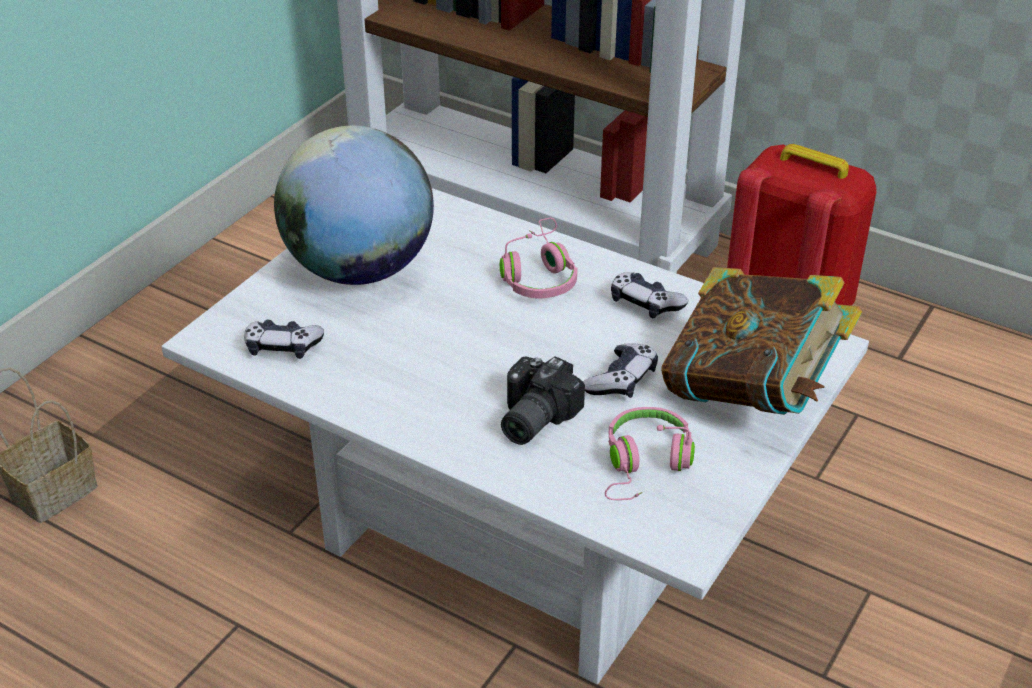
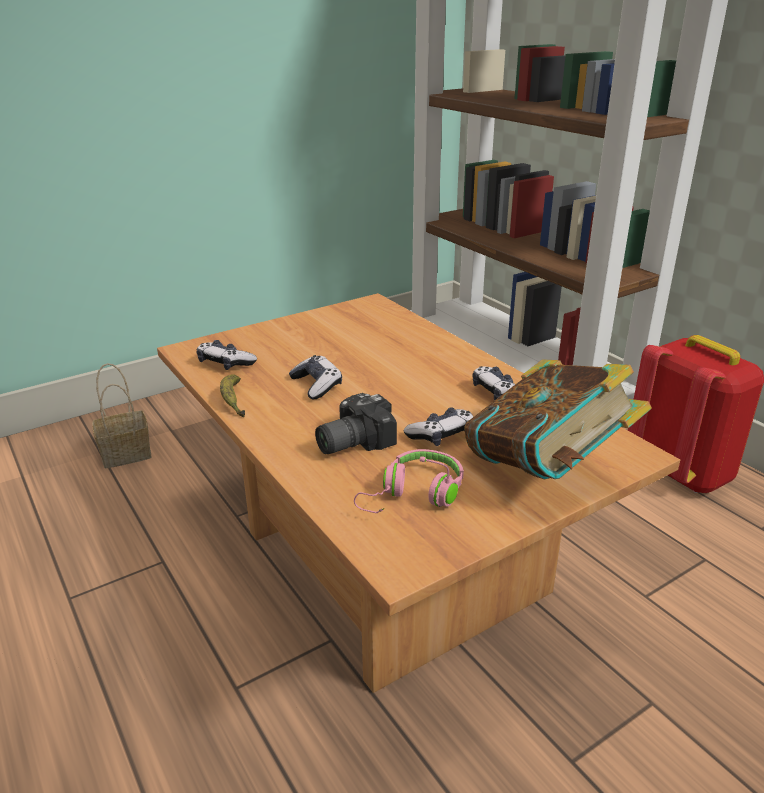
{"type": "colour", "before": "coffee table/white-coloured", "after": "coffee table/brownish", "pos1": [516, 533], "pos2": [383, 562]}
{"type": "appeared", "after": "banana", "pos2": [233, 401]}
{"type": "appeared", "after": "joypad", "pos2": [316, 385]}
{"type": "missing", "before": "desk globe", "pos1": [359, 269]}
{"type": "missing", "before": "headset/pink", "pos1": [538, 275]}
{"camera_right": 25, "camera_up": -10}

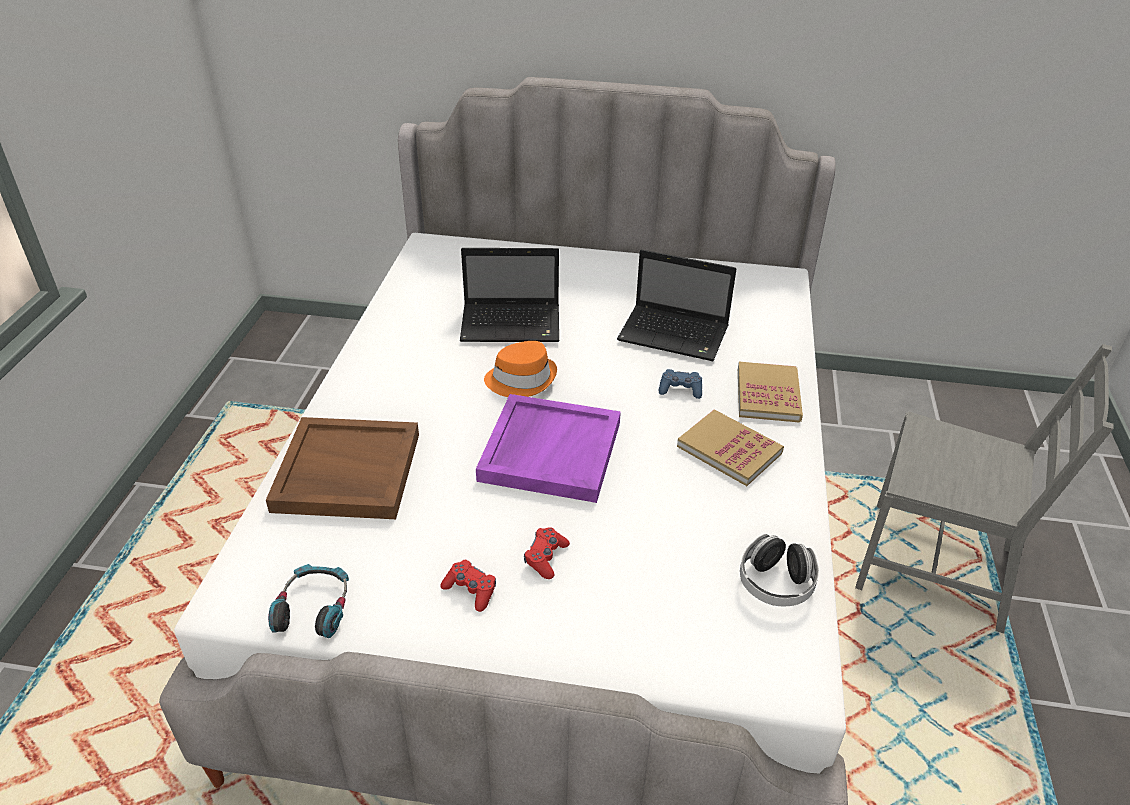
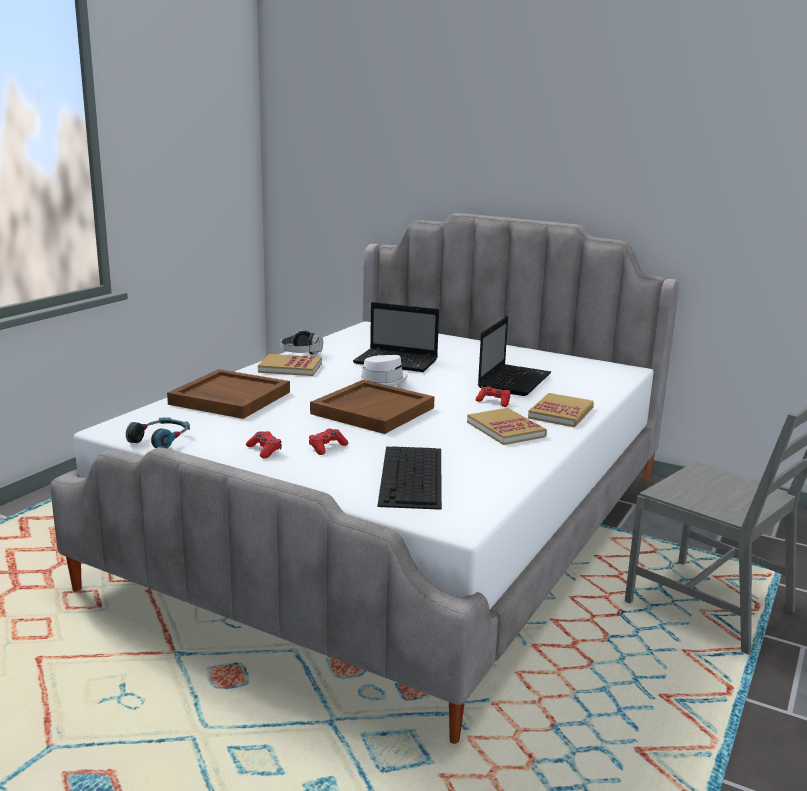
{"type": "appeared", "after": "book", "pos2": [290, 368]}
{"type": "relocated", "before": "headset", "pos1": [775, 584], "pos2": [301, 354]}
{"type": "colour", "before": "carrying tray/purplish", "after": "carrying tray/brownish", "pos1": [549, 450], "pos2": [372, 410]}
{"type": "colour", "before": "hat/orangey", "after": "hat/white-coloured", "pos1": [521, 379], "pos2": [381, 382]}
{"type": "appeared", "after": "PC keyboard", "pos2": [412, 477]}
{"type": "colour", "before": "joypad/bluish", "after": "joypad/red", "pos1": [680, 390], "pos2": [494, 402]}
{"type": "spun", "before": "notebook computer", "pos1": [675, 335], "pos2": [514, 381], "turn": -105}
{"camera_right": 20, "camera_up": -20}

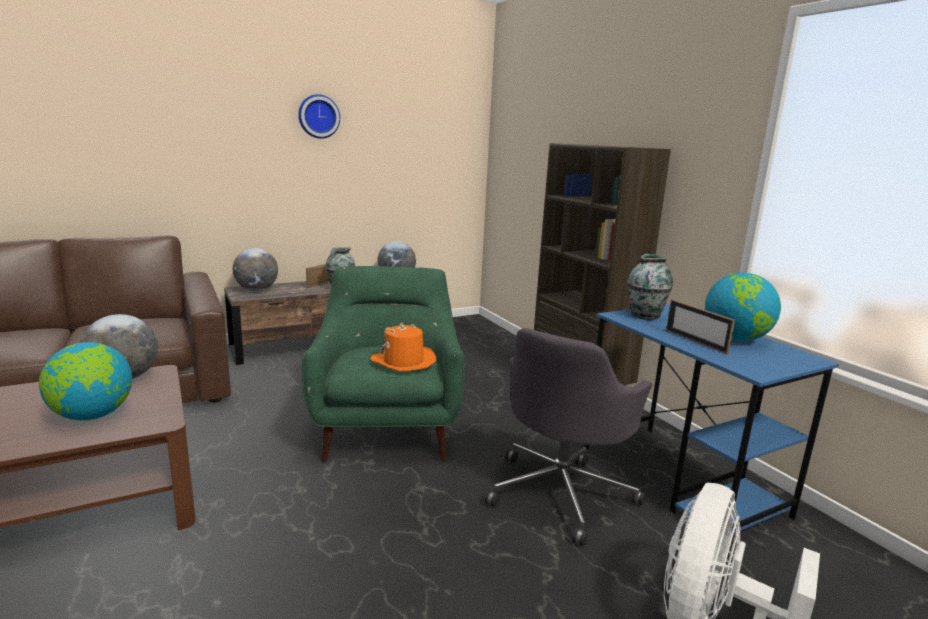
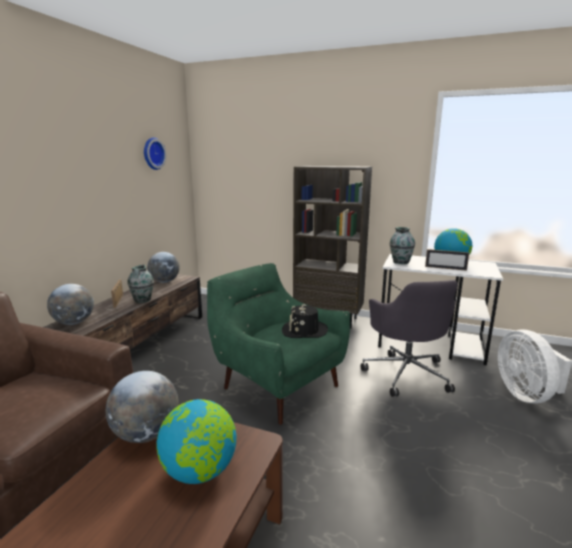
{"type": "relocated", "before": "clock on the wall", "pos1": [318, 116], "pos2": [152, 153]}
{"type": "colour", "before": "hat/orangey", "after": "hat/black-coloured", "pos1": [403, 361], "pos2": [304, 331]}
{"type": "colour", "before": "desk table/bluish", "after": "desk table/white-coloured", "pos1": [681, 480], "pos2": [431, 344]}
{"camera_right": -40, "camera_up": 0}

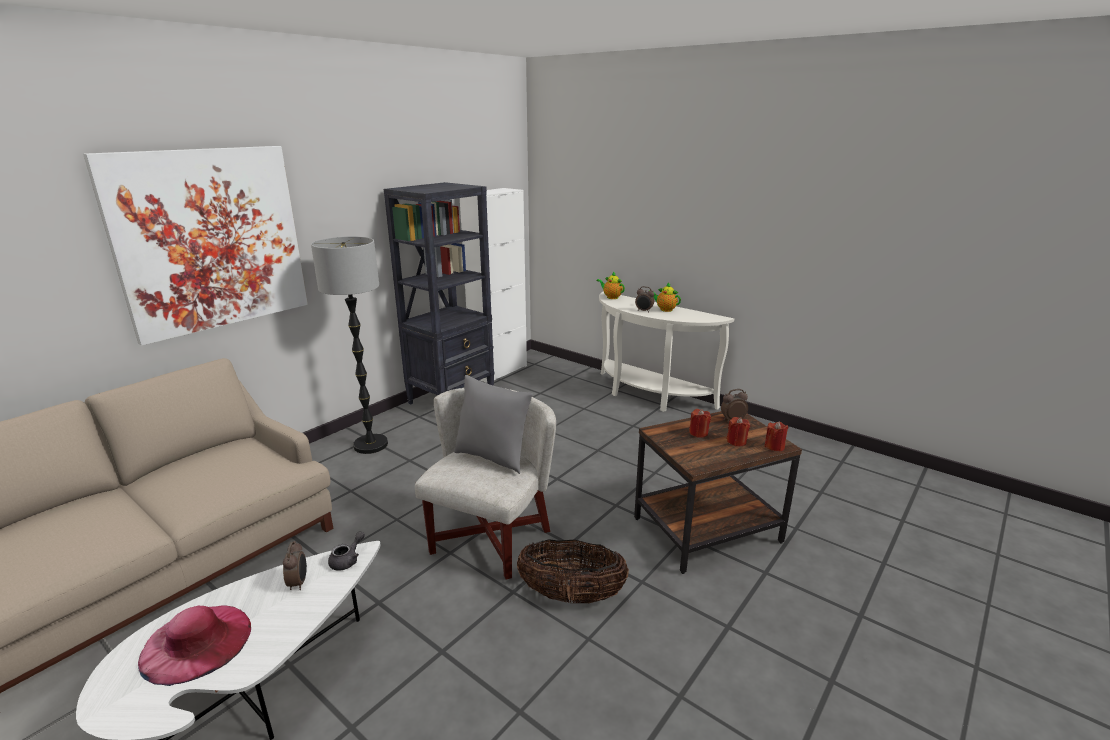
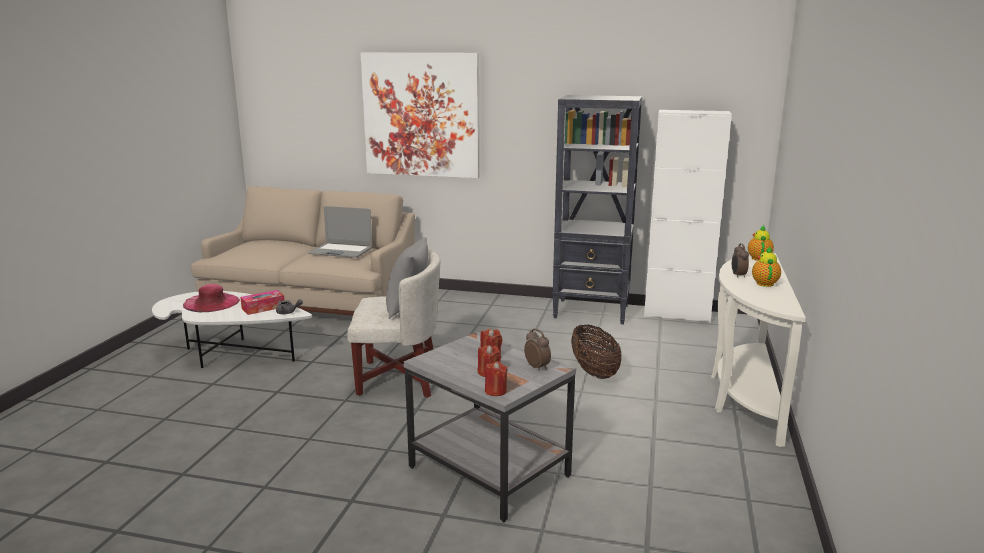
{"type": "exchanged", "before": "bedside clock", "after": "tissue holder", "pos1": [298, 583], "pos2": [263, 308]}
{"type": "appeared", "after": "notebook computer", "pos2": [341, 251]}
{"type": "colour", "before": "end table/brownish", "after": "end table/grey", "pos1": [707, 531], "pos2": [487, 472]}
{"type": "relocated", "before": "household basket", "pos1": [571, 595], "pos2": [594, 372]}
{"type": "missing", "before": "standard lamp", "pos1": [370, 445]}
{"camera_right": 65, "camera_up": -5}

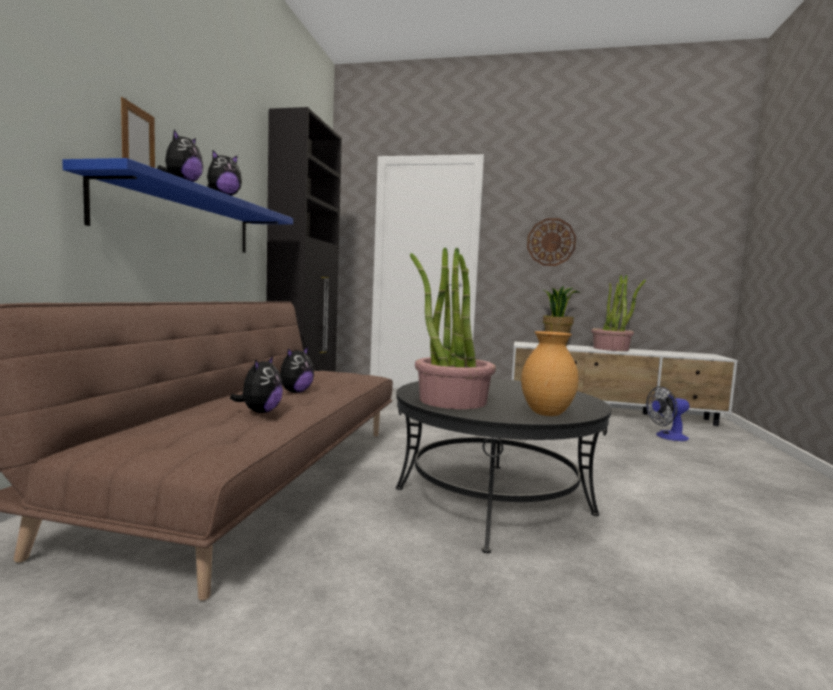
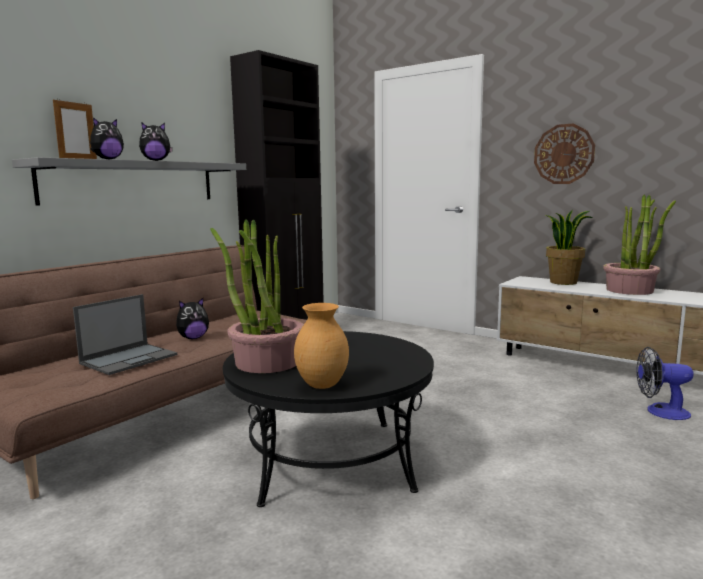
{"type": "colour", "before": "shelf/bluish", "after": "shelf/grey", "pos1": [182, 219], "pos2": [132, 182]}
{"type": "exchanged", "before": "soft toy", "after": "notebook computer", "pos1": [260, 412], "pos2": [130, 359]}
{"camera_right": 25, "camera_up": 5}

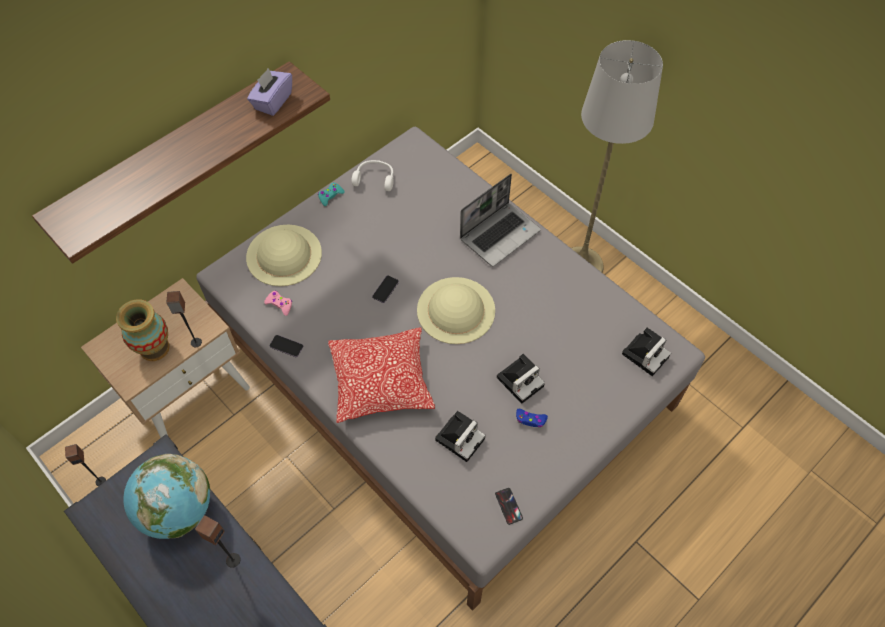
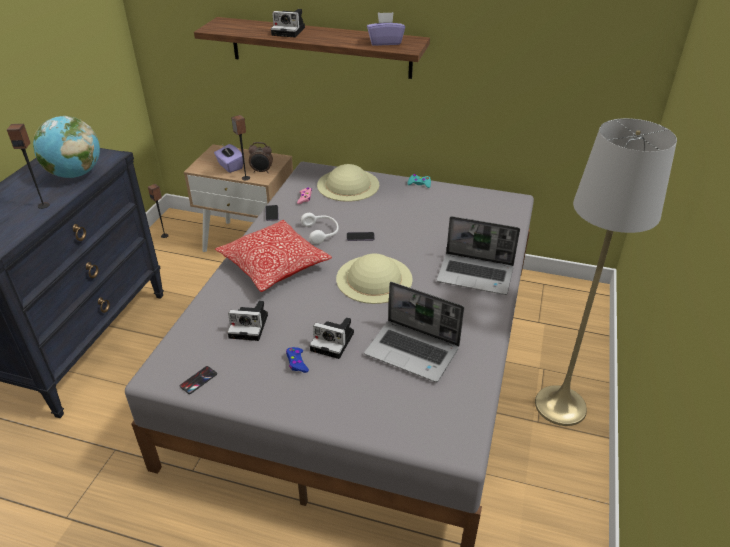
{"type": "exchanged", "before": "decorative vase", "after": "tissue holder/purplish", "pos1": [155, 348], "pos2": [230, 166]}
{"type": "appeared", "after": "bedside clock", "pos2": [262, 171]}
{"type": "relocated", "before": "still camera", "pos1": [645, 354], "pos2": [290, 31]}
{"type": "relocated", "before": "headset/white-coloured", "pos1": [375, 178], "pos2": [321, 232]}
{"type": "appeared", "after": "notebook computer", "pos2": [413, 351]}
{"camera_right": 60, "camera_up": -20}

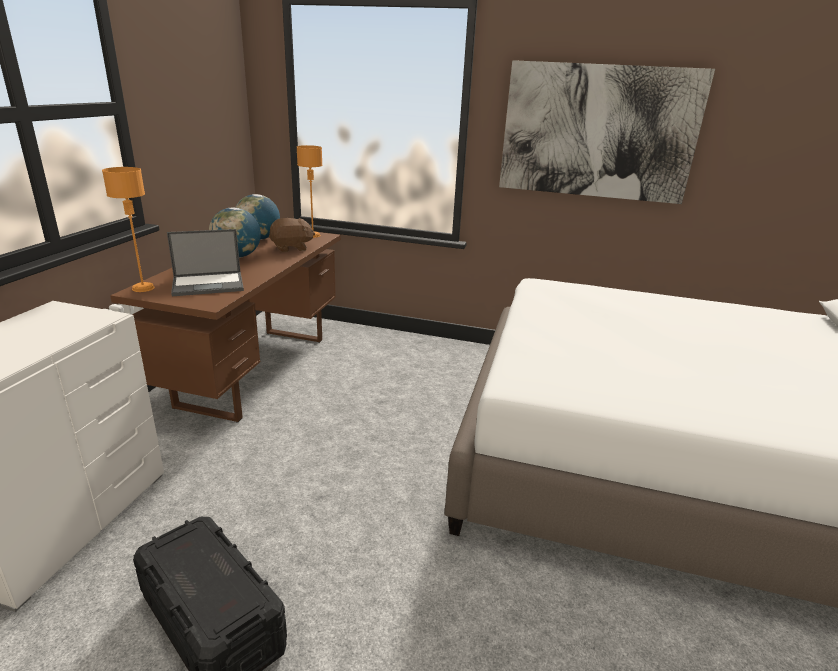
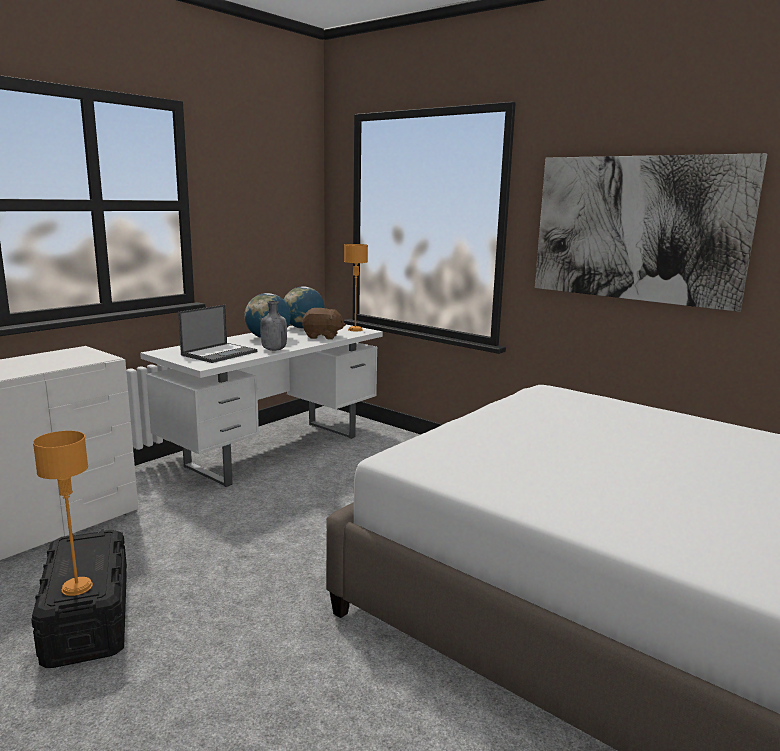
{"type": "relocated", "before": "lamp for a table/orangey", "pos1": [143, 288], "pos2": [77, 587]}
{"type": "colour", "before": "desk table/brownish", "after": "desk table/white-coloured", "pos1": [255, 369], "pos2": [275, 450]}
{"type": "spun", "before": "notebook computer", "pos1": [209, 284], "pos2": [220, 353], "turn": -60}
{"type": "appeared", "after": "drink bottle/grey", "pos2": [273, 350]}
{"camera_right": 25, "camera_up": -10}

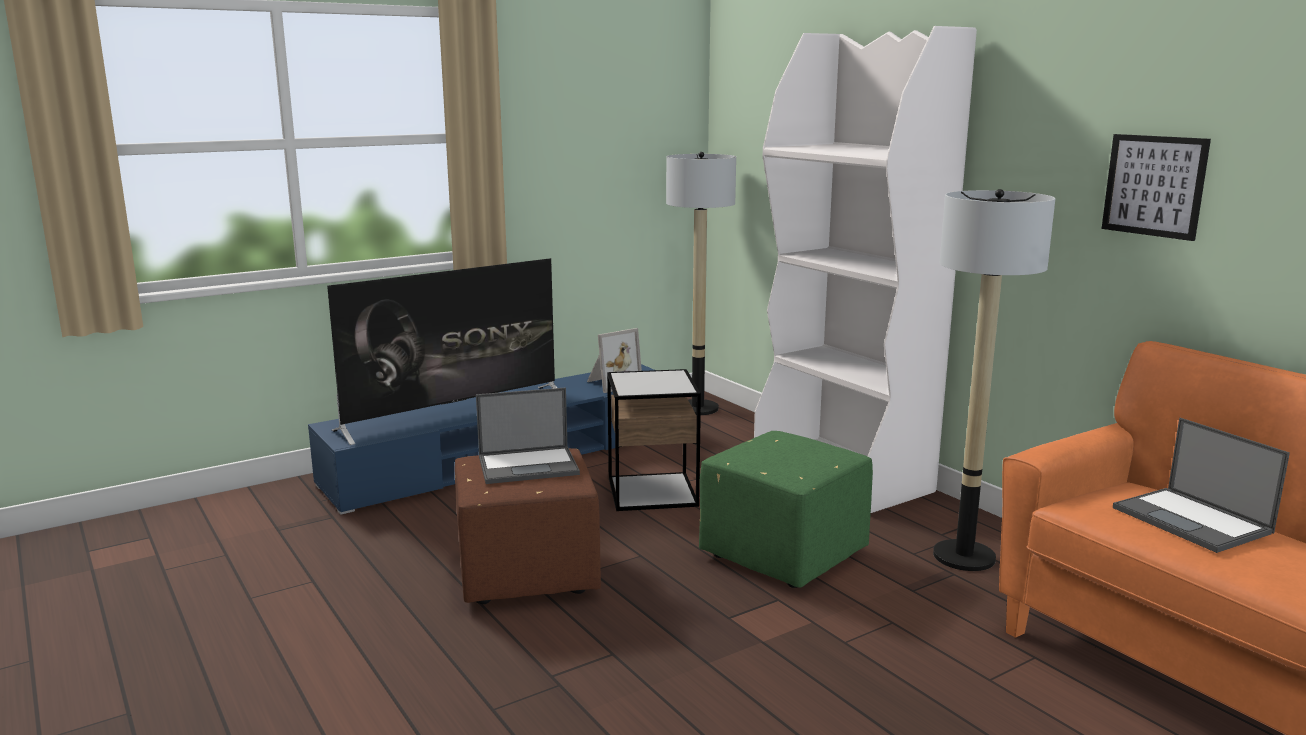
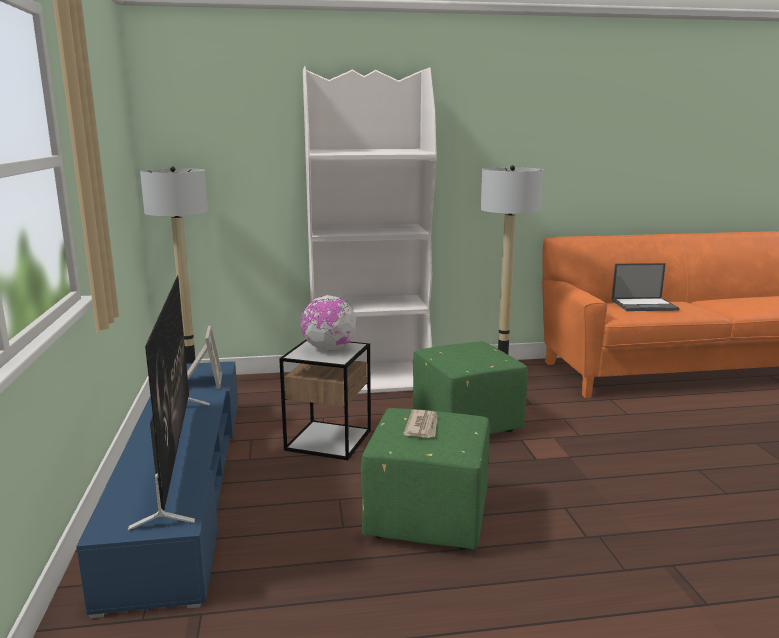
{"type": "appeared", "after": "desk globe", "pos2": [329, 349]}
{"type": "colour", "before": "pouffe/brownish", "after": "pouffe/green-coloured", "pos1": [527, 573], "pos2": [426, 518]}
{"type": "exchanged", "before": "notebook computer", "after": "daily paper", "pos1": [529, 465], "pos2": [422, 426]}
{"type": "missing", "before": "wall picture", "pos1": [1154, 186]}
{"camera_right": -65, "camera_up": 0}

